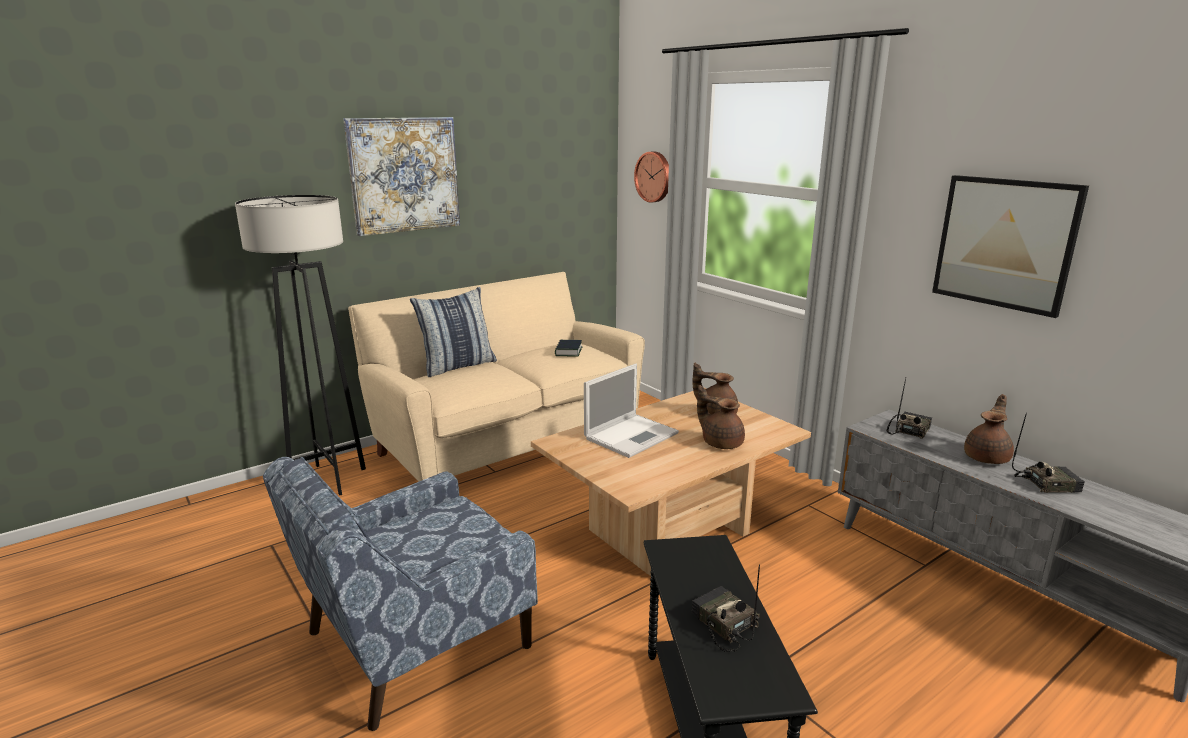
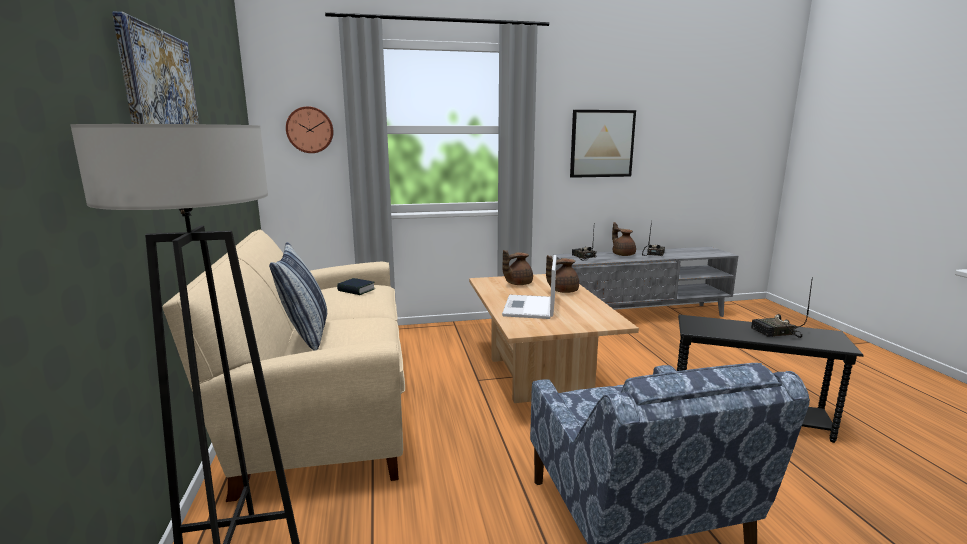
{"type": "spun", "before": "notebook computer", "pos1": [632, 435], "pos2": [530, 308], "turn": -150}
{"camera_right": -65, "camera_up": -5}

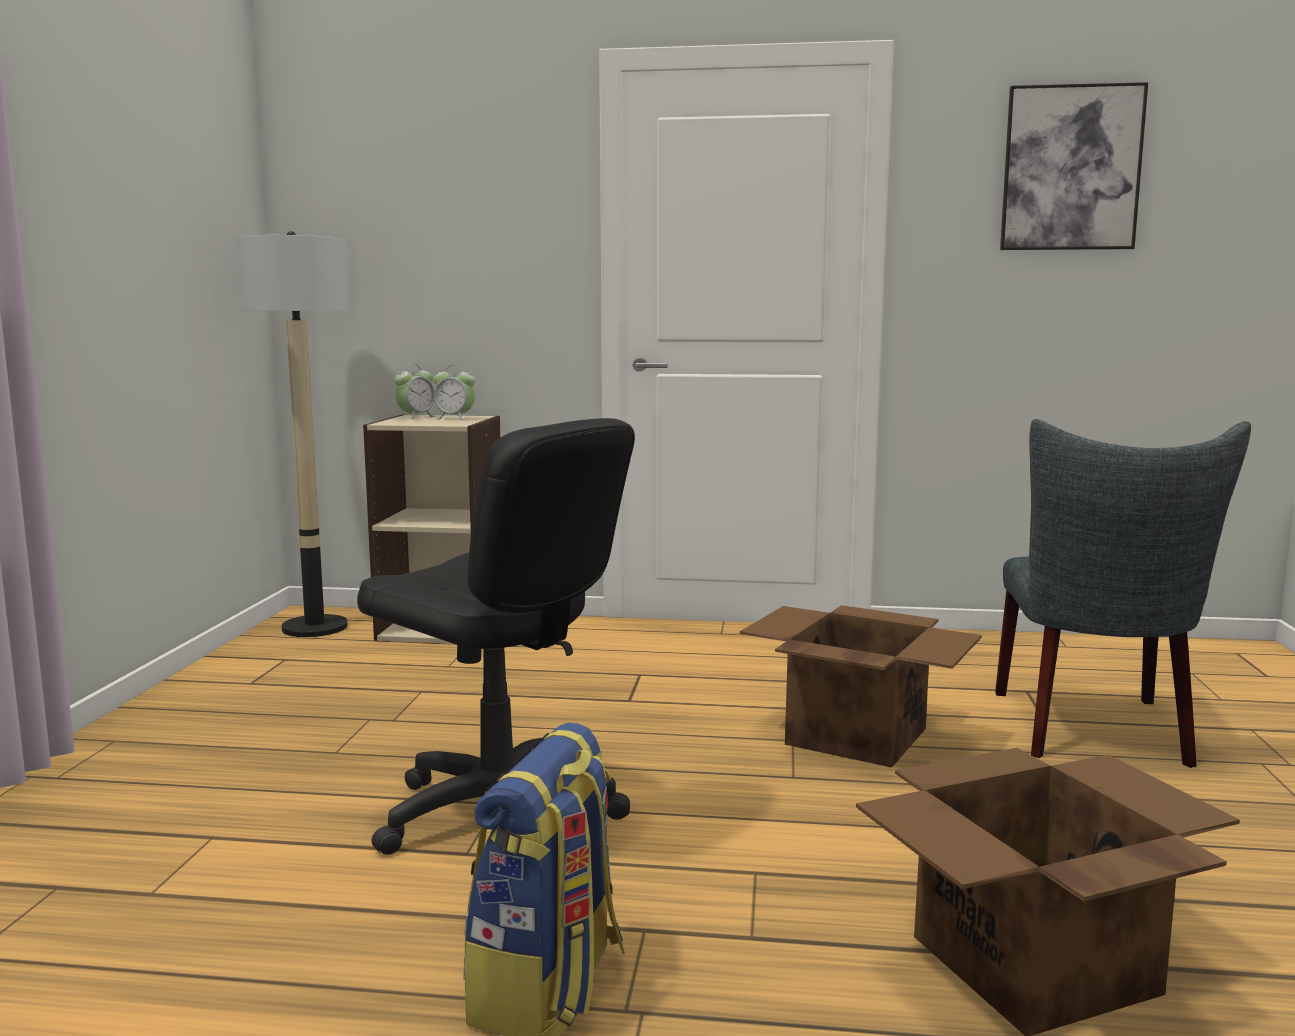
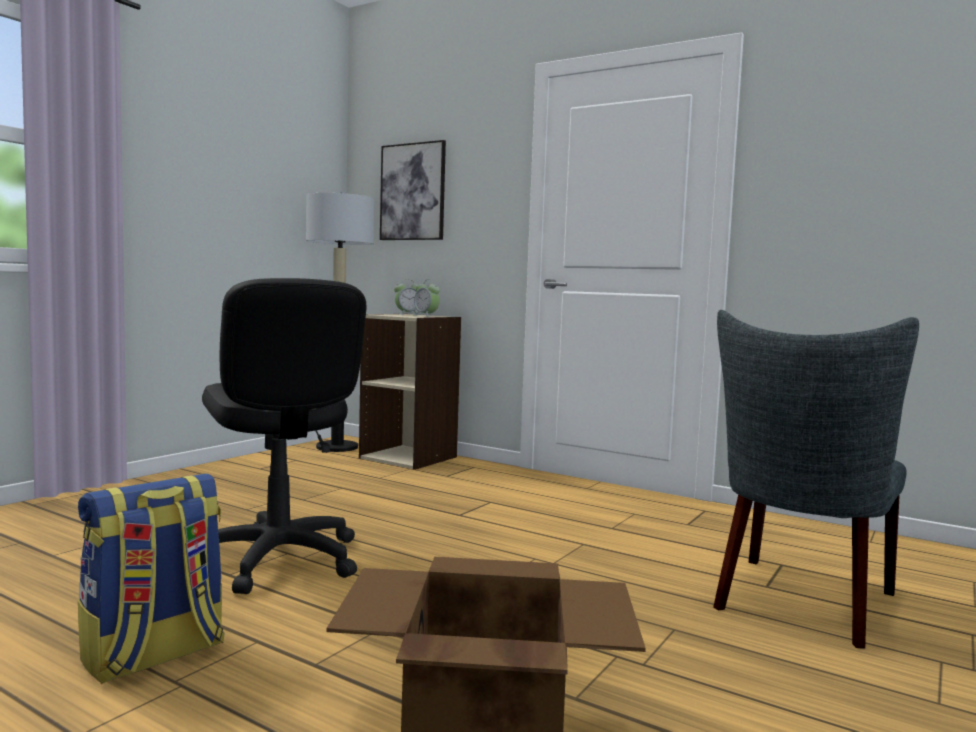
{"type": "relocated", "before": "wall picture", "pos1": [1071, 168], "pos2": [413, 192]}
{"type": "missing", "before": "packing box", "pos1": [854, 735]}
{"camera_right": 25, "camera_up": -5}

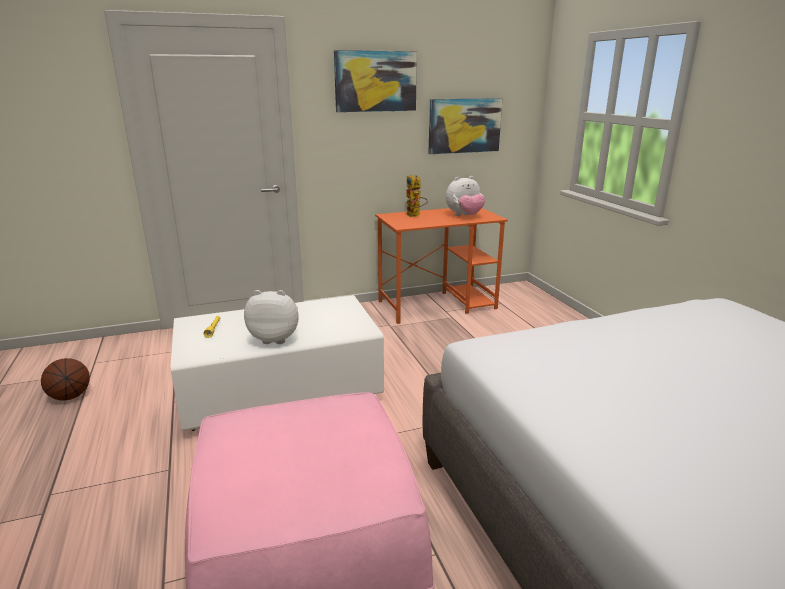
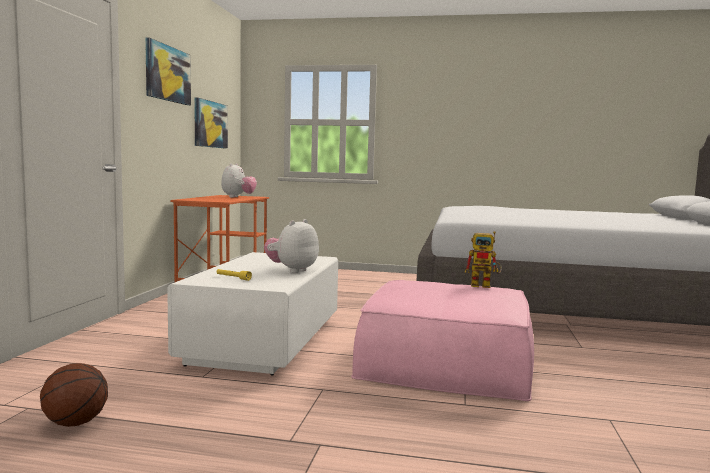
{"type": "relocated", "before": "model robot", "pos1": [415, 215], "pos2": [485, 285]}
{"camera_right": -60, "camera_up": -15}

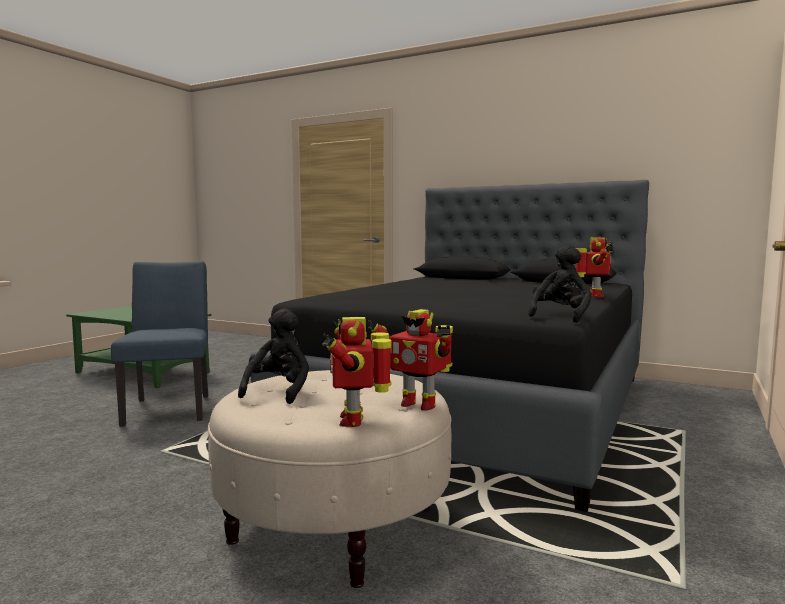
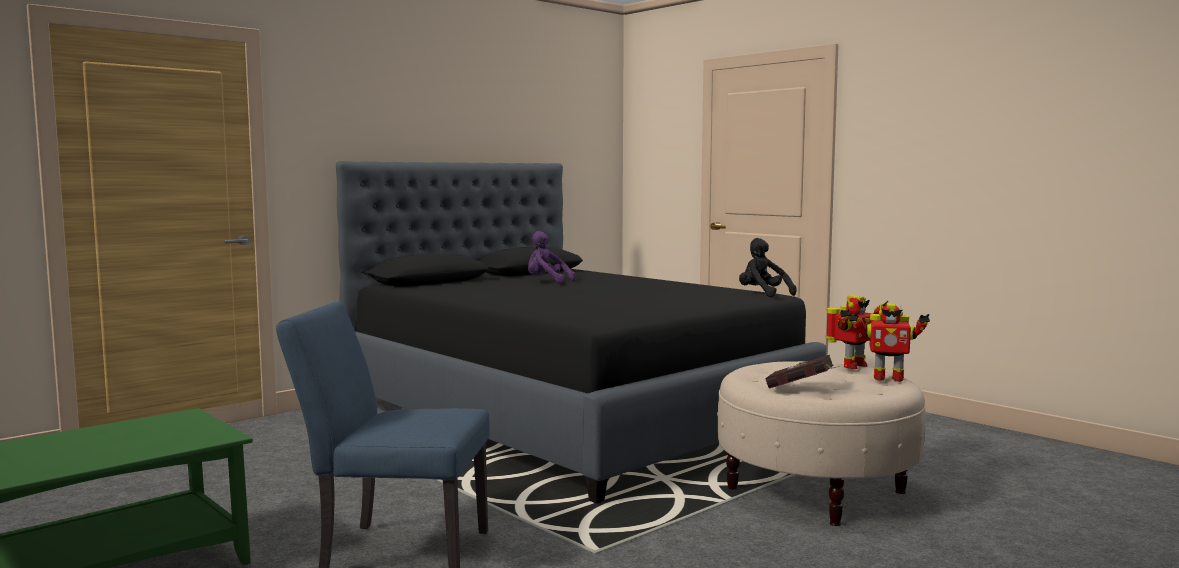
{"type": "appeared", "after": "soft toy/purplish", "pos2": [546, 281]}
{"type": "exchanged", "before": "soft toy/black-coloured", "after": "book/red", "pos1": [279, 391], "pos2": [802, 389]}
{"type": "missing", "before": "model robot", "pos1": [594, 296]}
{"camera_right": -70, "camera_up": 0}

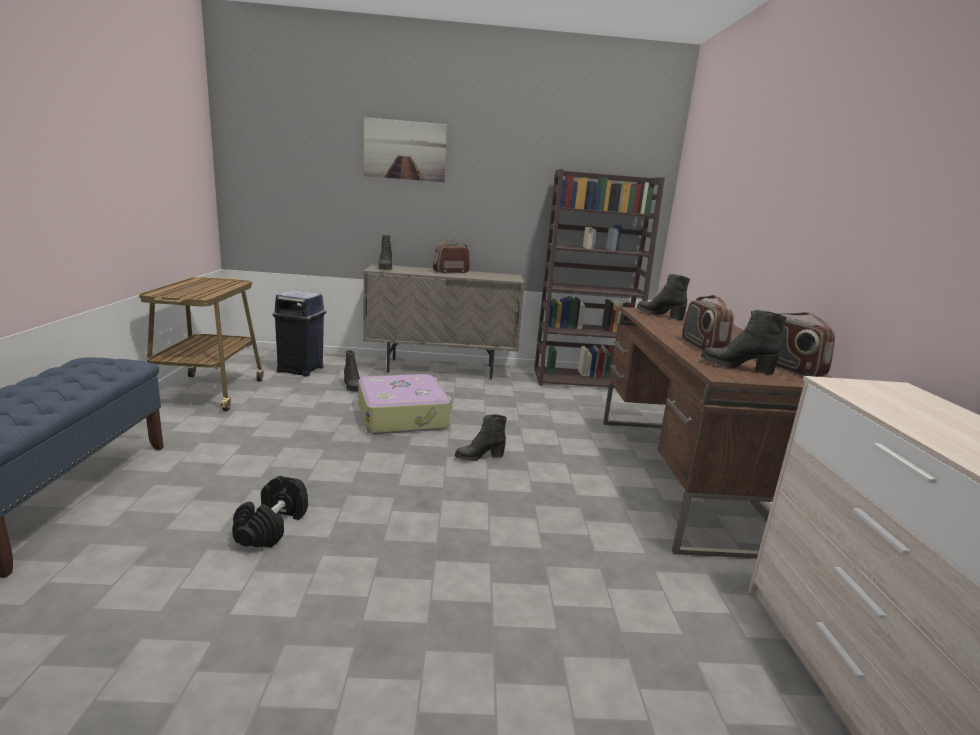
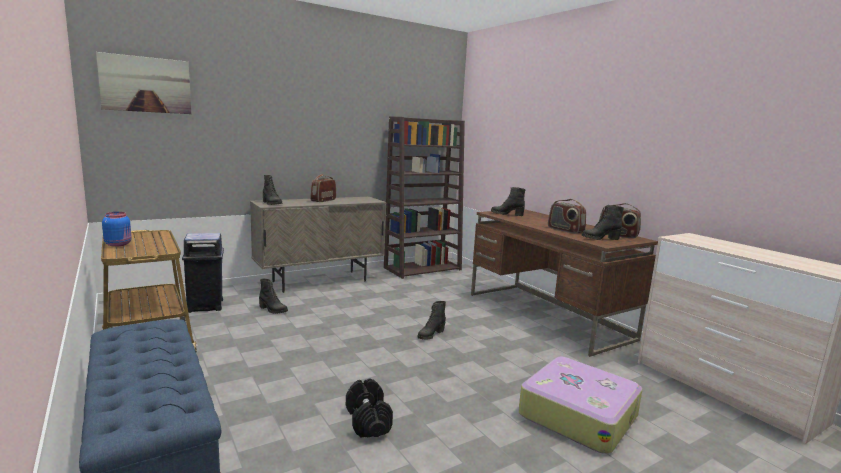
{"type": "relocated", "before": "wall picture", "pos1": [405, 150], "pos2": [146, 84]}
{"type": "appeared", "after": "jar/bluish", "pos2": [119, 244]}
{"type": "relocated", "before": "suitcase", "pos1": [403, 416], "pos2": [577, 414]}
{"camera_right": -30, "camera_up": -5}

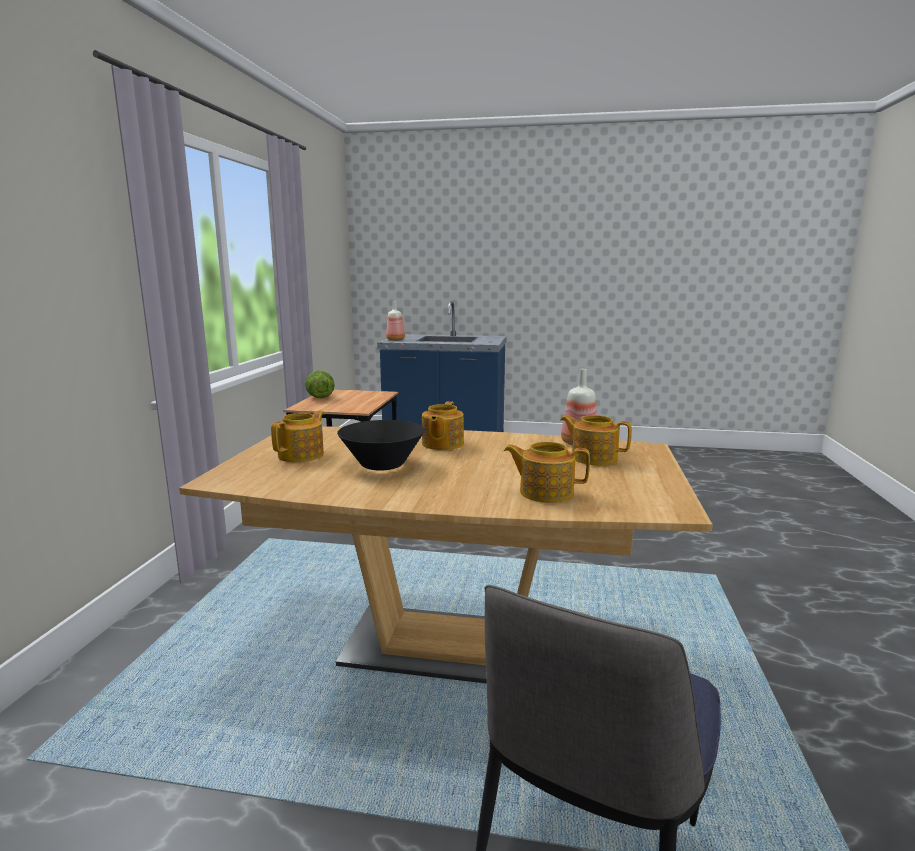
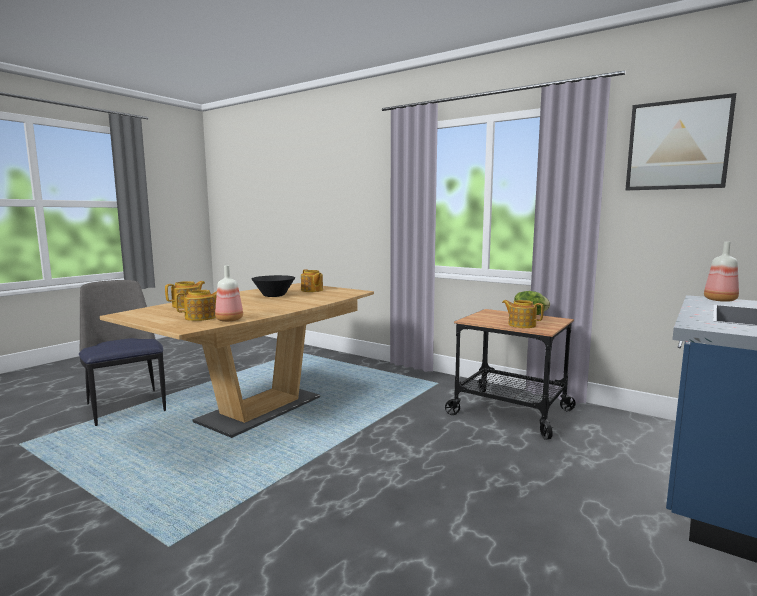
{"type": "relocated", "before": "pot for tea", "pos1": [442, 444], "pos2": [521, 325]}
{"type": "appeared", "after": "wall picture", "pos2": [677, 145]}
{"camera_right": 115, "camera_up": -5}

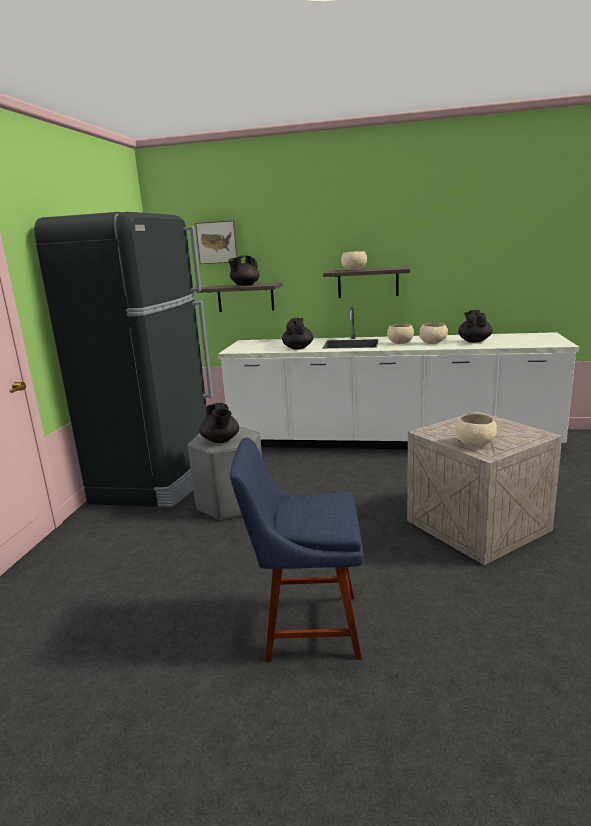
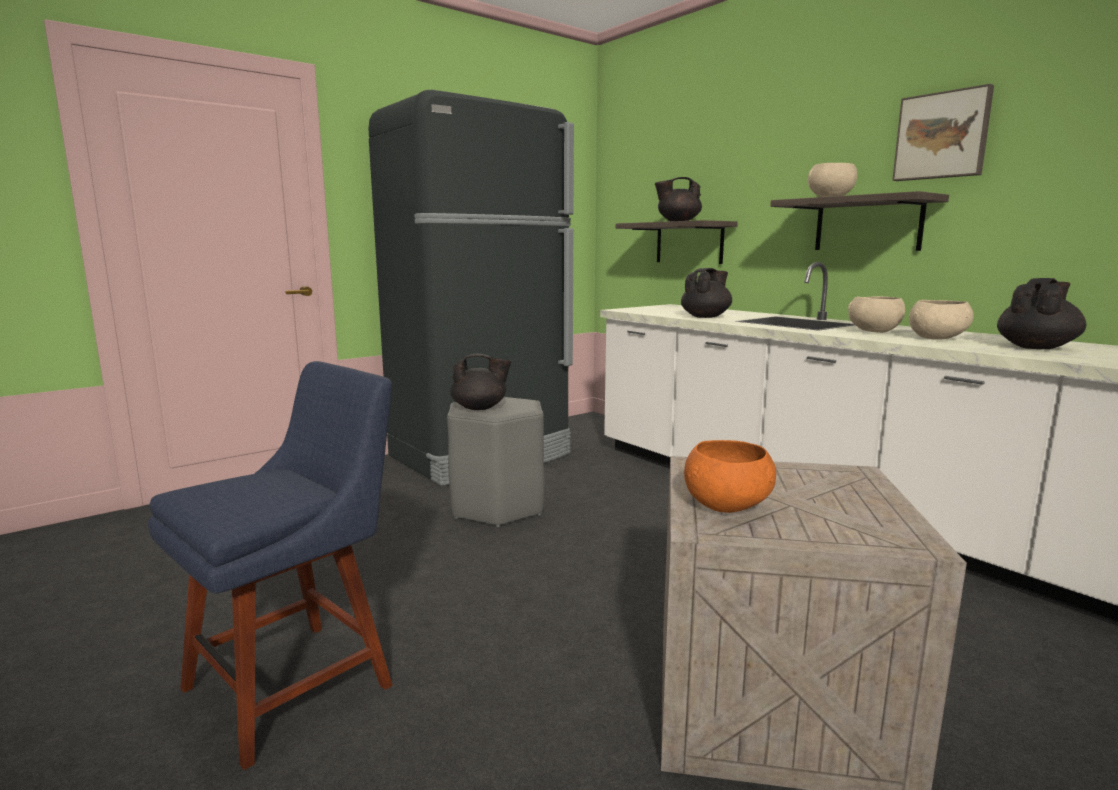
{"type": "spun", "before": "plain chair/bluish", "pos1": [306, 626], "pos2": [298, 681], "turn": 90}
{"type": "spun", "before": "pot for tea/black-coloured", "pos1": [220, 440], "pos2": [480, 408], "turn": -120}
{"type": "colour", "before": "bowl/beige-coloured", "after": "bowl/orangey", "pos1": [475, 444], "pos2": [728, 506]}
{"type": "relocated", "before": "wall picture", "pos1": [218, 242], "pos2": [942, 136]}
{"camera_right": 40, "camera_up": -5}

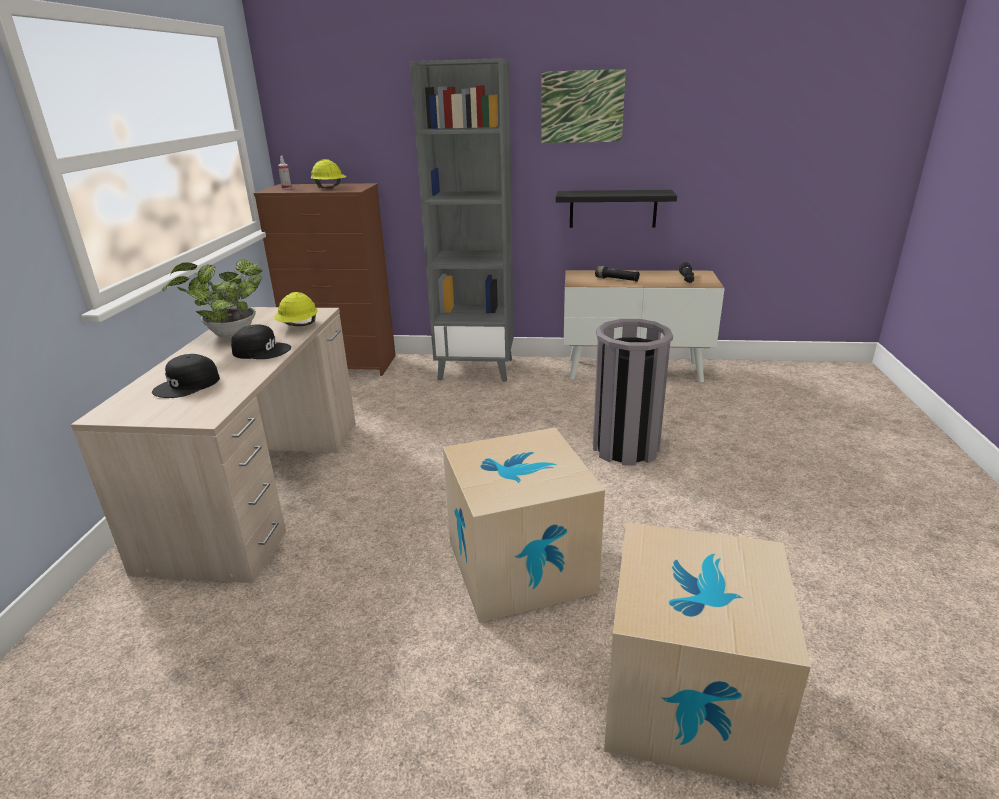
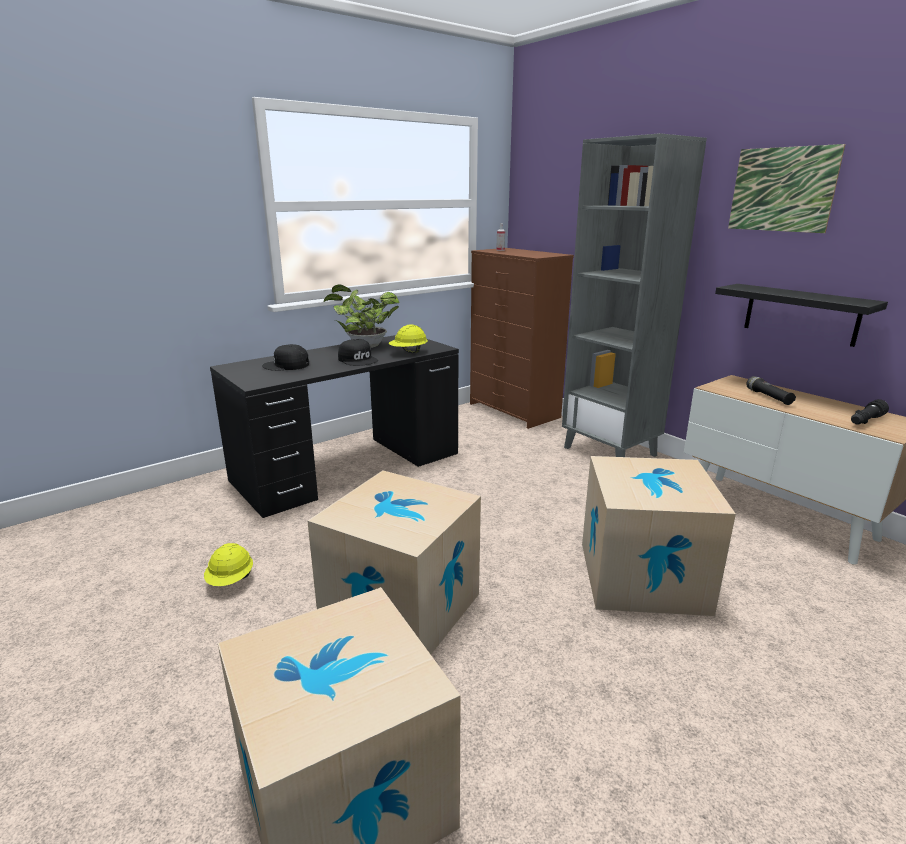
{"type": "relocated", "before": "work helmet/yellow", "pos1": [330, 188], "pos2": [231, 580]}
{"type": "colour", "before": "desk table/beige-coloured", "after": "desk table/black-coloured", "pos1": [263, 485], "pos2": [349, 466]}
{"type": "exchanged", "before": "trash can/grey", "after": "packing box", "pos1": [625, 447], "pos2": [642, 577]}
{"camera_right": 45, "camera_up": -5}

